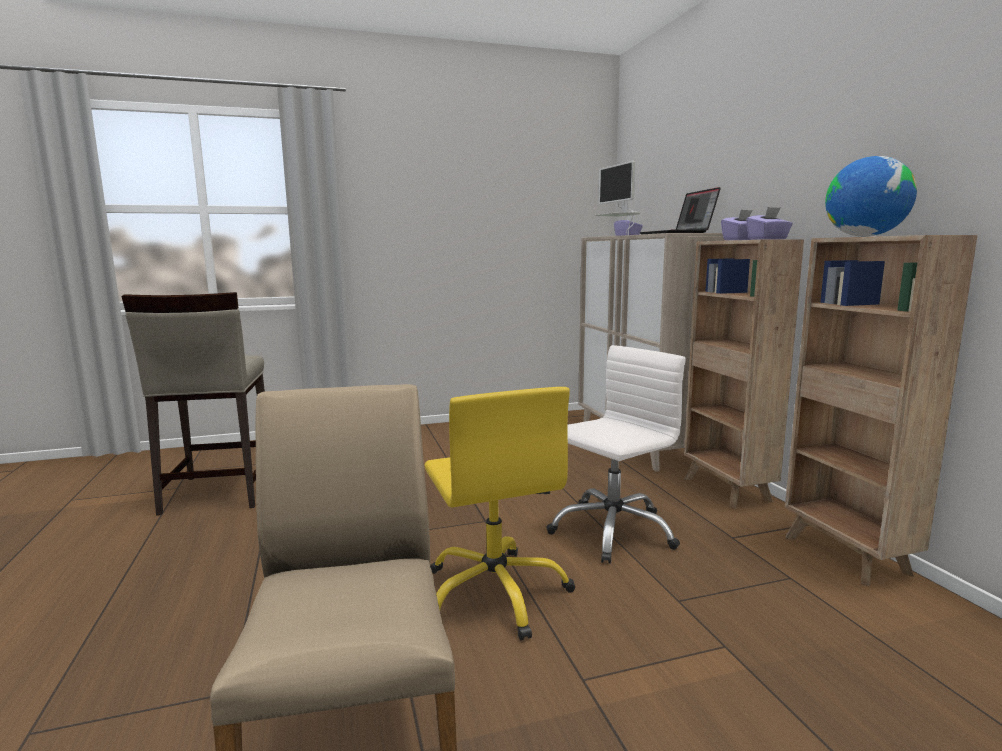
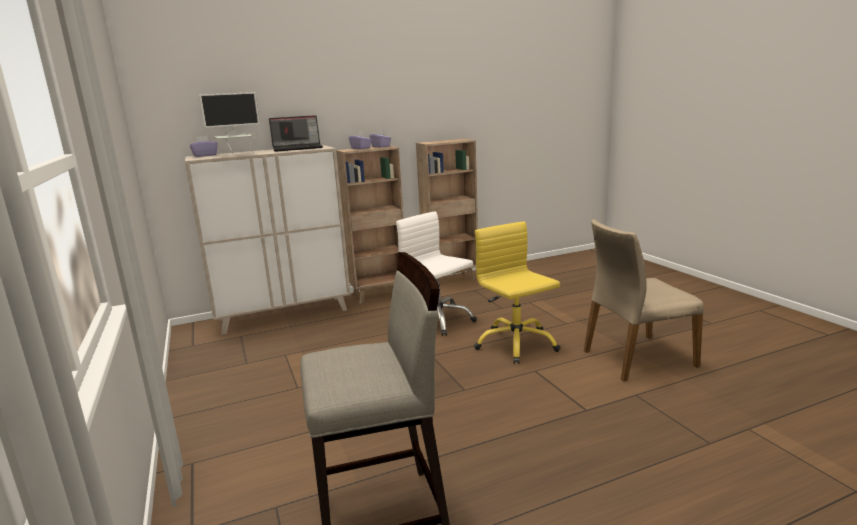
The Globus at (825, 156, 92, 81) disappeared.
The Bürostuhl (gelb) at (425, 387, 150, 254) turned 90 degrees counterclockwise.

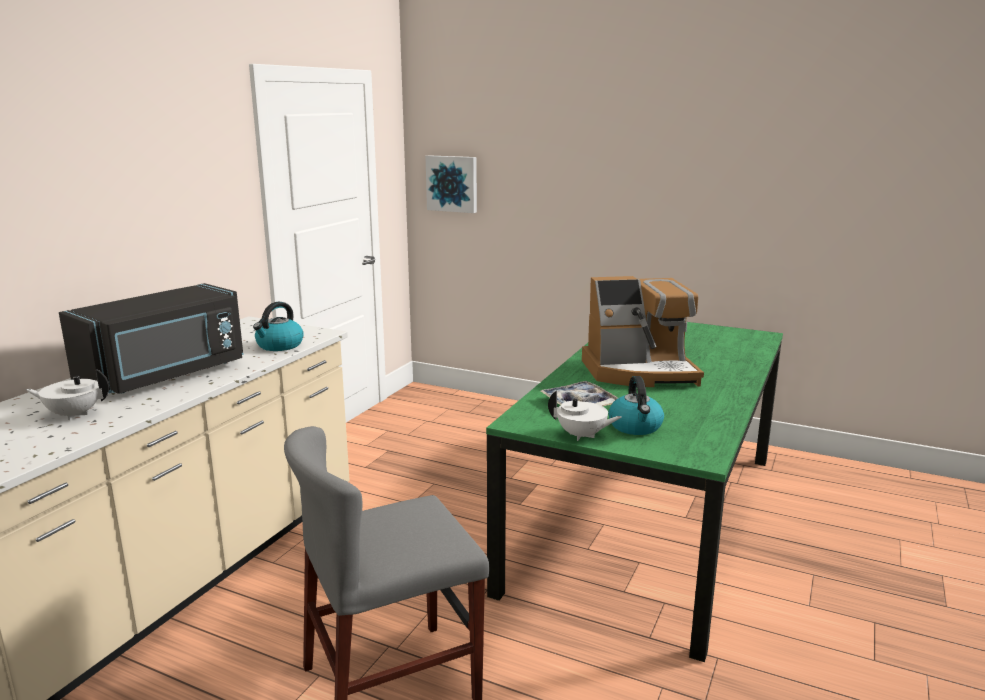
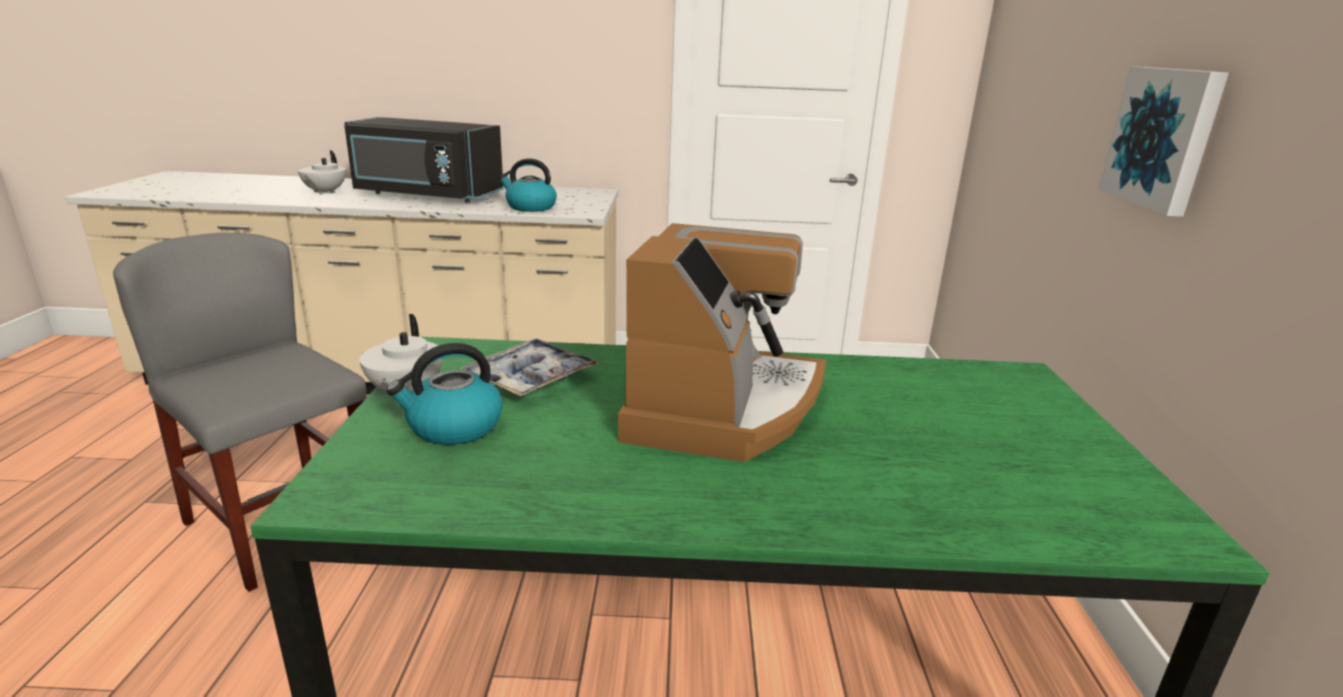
The Bild moved from (425, 155, 52, 58) to (1098, 67, 131, 150).
The Kaffeemaschine at (582, 276, 122, 111) turned 135 degrees counterclockwise.
The Teekanne (weiß) at (26, 369, 83, 51) turned 150 degrees counterclockwise.

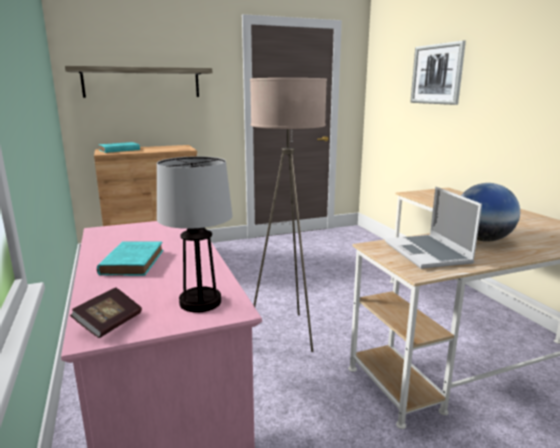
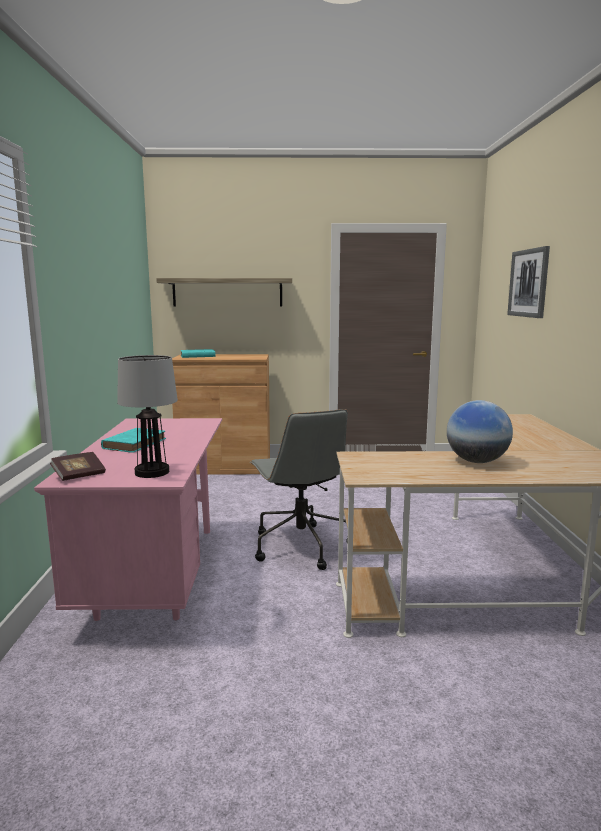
The Stehlampe (beige) at (250, 78, 77, 274) was replaced by the Bürostuhl (grau) at (250, 409, 98, 161).
The Laptop at (385, 186, 97, 83) disappeared.

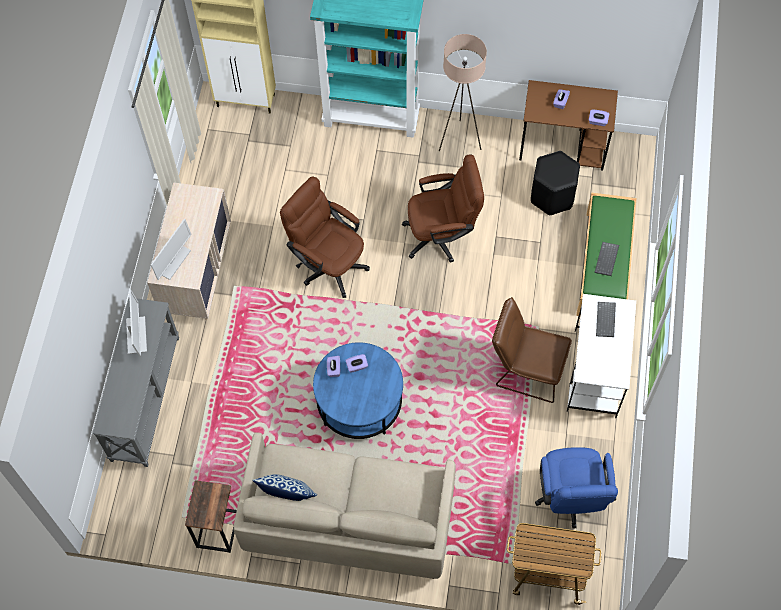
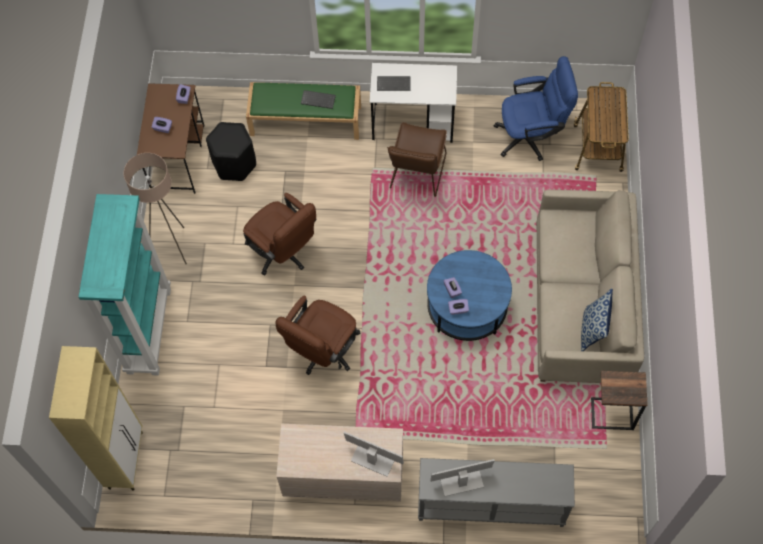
The Bürostuhl (braun) at (402, 154, 82, 109) turned 150 degrees clockwise.

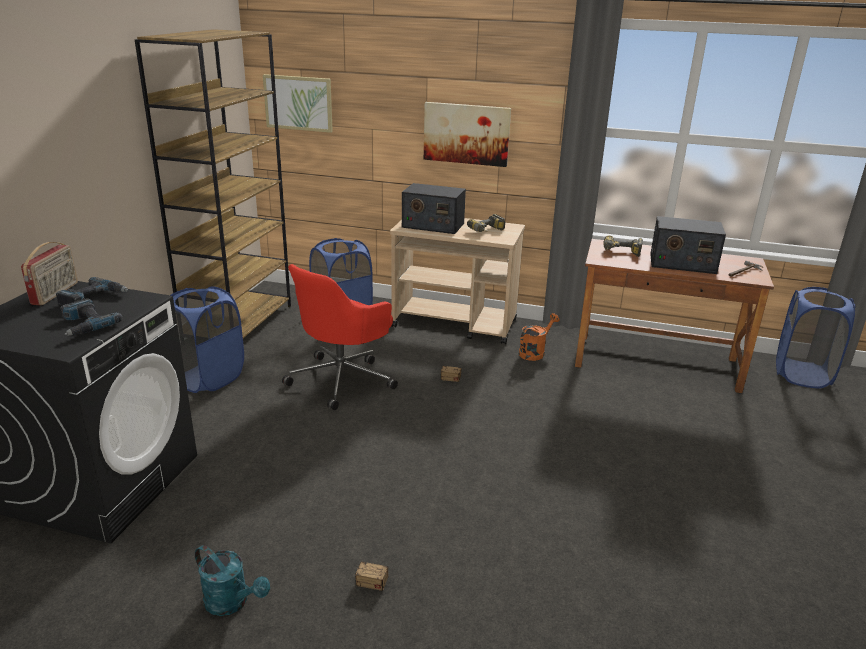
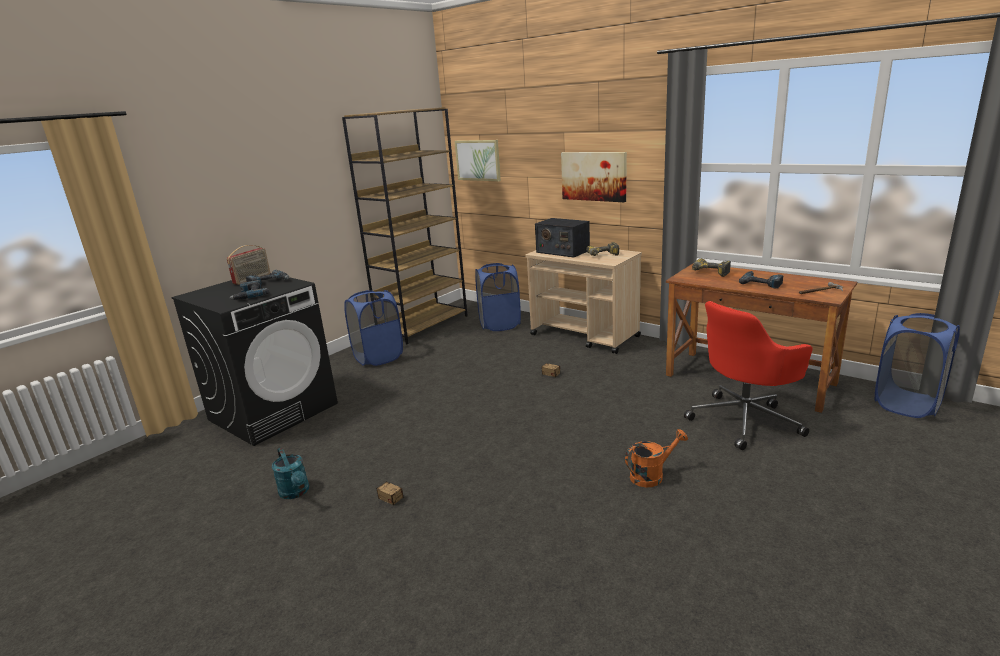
The Radio at (650, 216, 76, 58) was replaced by the Bohrmaschine at (739, 271, 44, 18).
The Bürostuhl (rot) moved from (282, 264, 116, 146) to (684, 301, 129, 149).
The Gießkanne (orange) moved from (519, 313, 41, 48) to (625, 429, 63, 58).

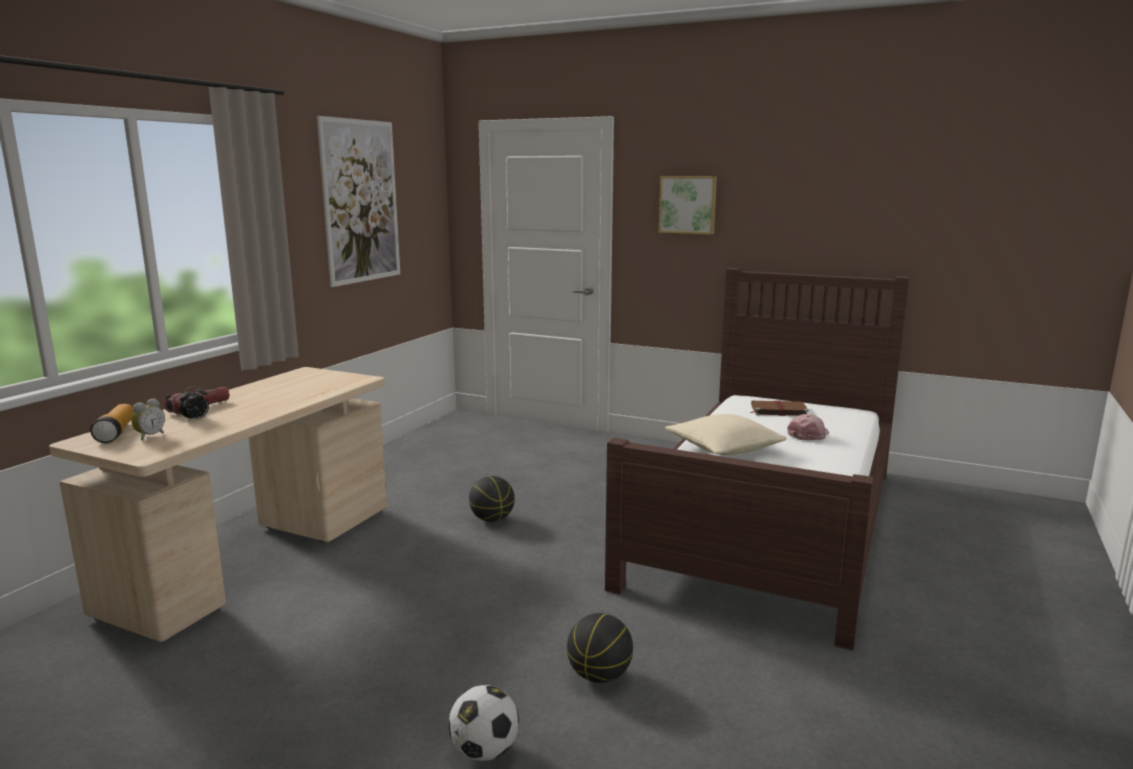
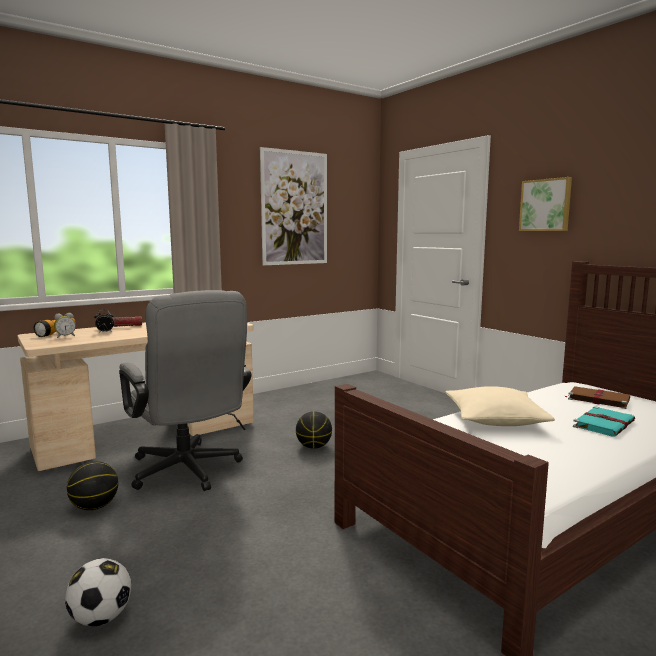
The Kappe (rosa) at (787, 414, 42, 26) was replaced by the Buch (türkis) at (573, 406, 62, 30).
The Basketball moved from (567, 613, 66, 70) to (67, 461, 51, 49).
The Bürostuhl (grau) at (119, 290, 132, 201) appeared.

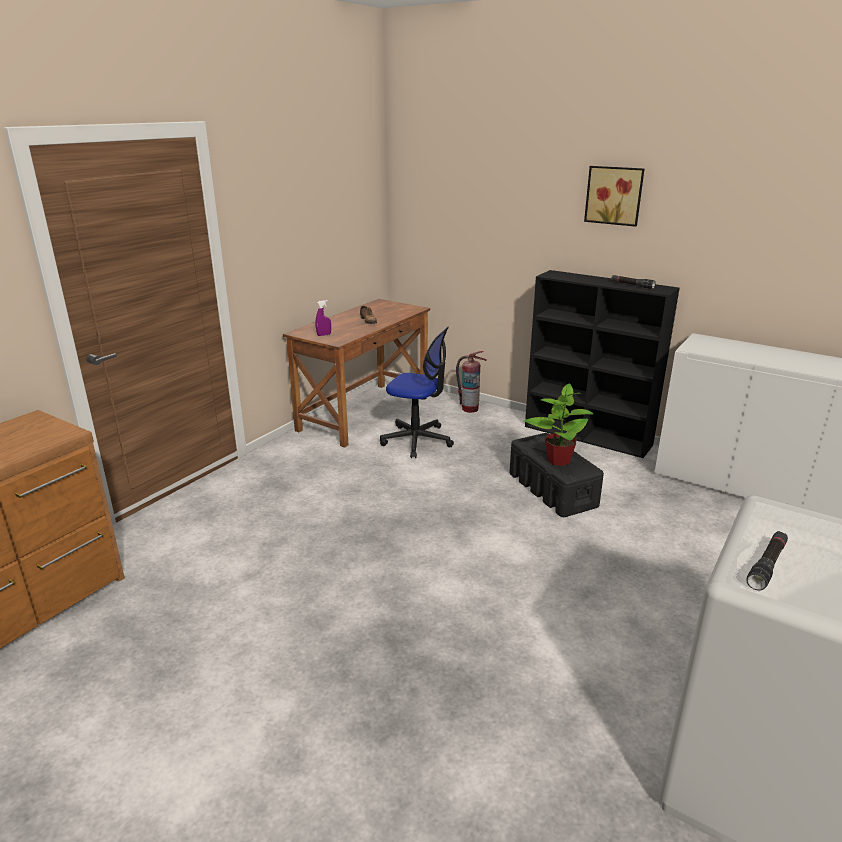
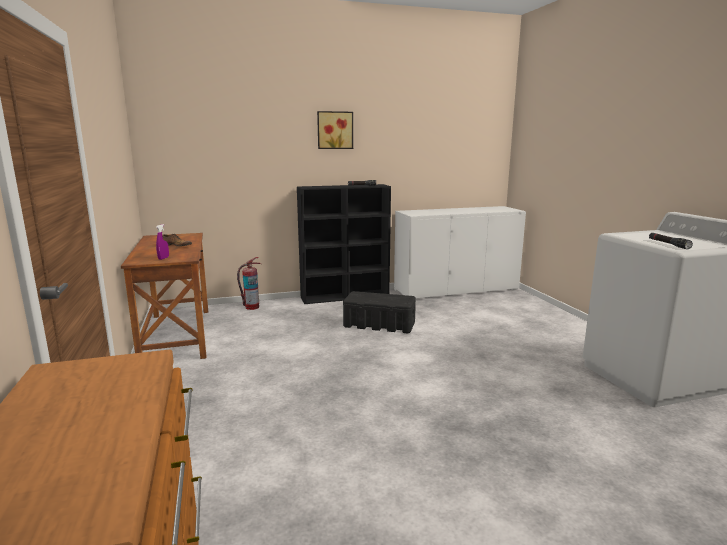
The Bürostuhl at (380, 327, 74, 131) disappeared.
The Topfpflanze at (524, 383, 70, 83) disappeared.

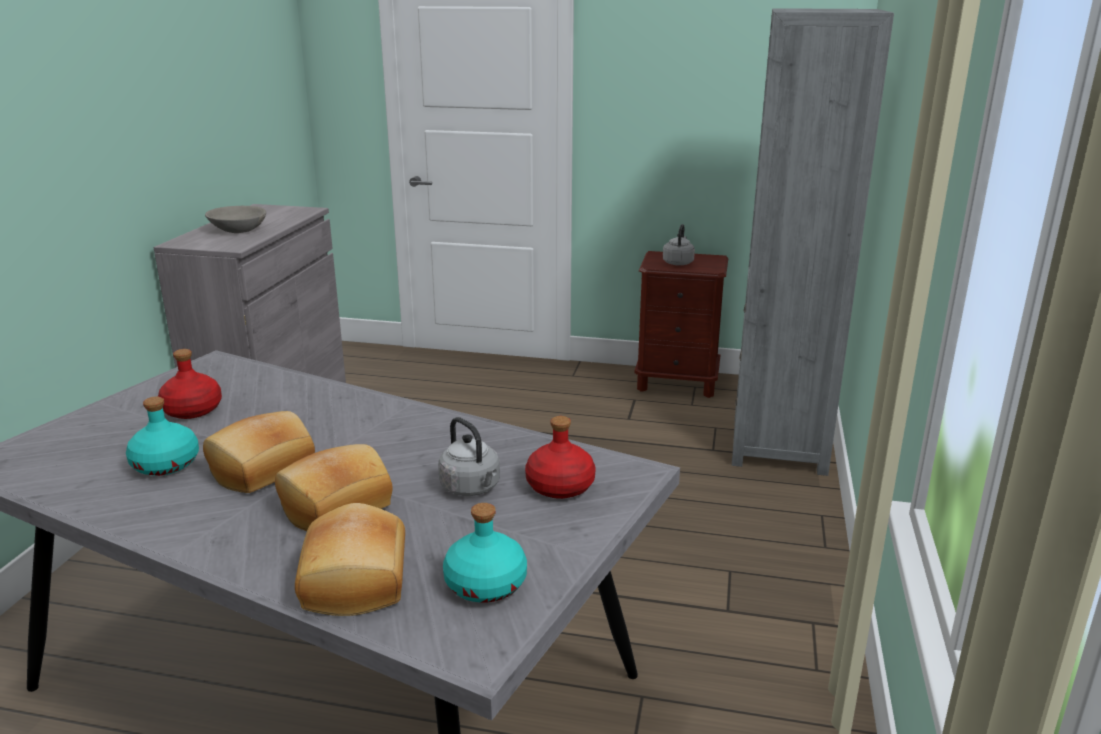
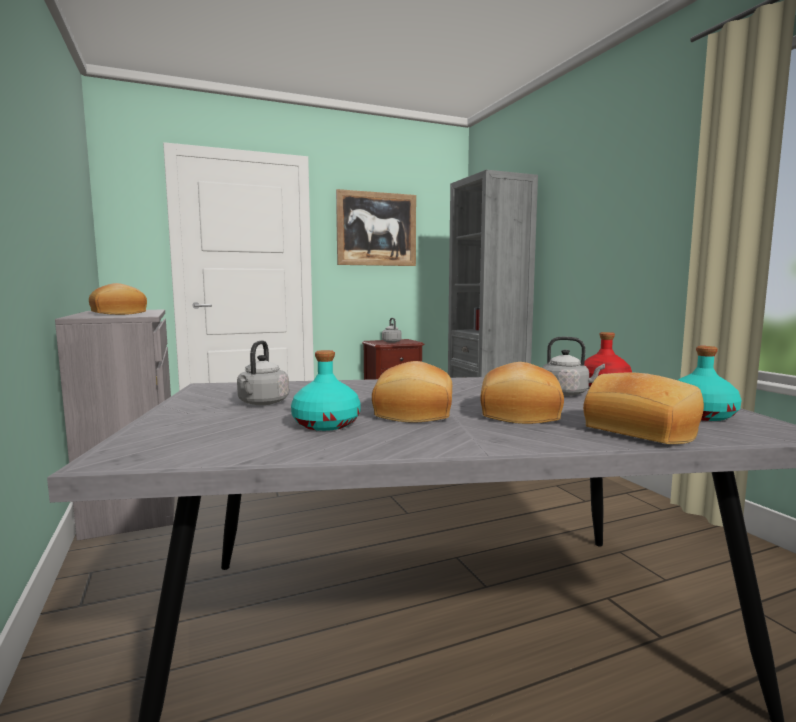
The Schüssel (grau) at (205, 206, 61, 27) was replaced by the Brot at (89, 283, 58, 32).
The Flasche (rot) at (158, 349, 64, 70) was replaced by the Wasserkessel (grau) at (237, 340, 52, 65).
The Bild at (336, 189, 80, 77) appeared.

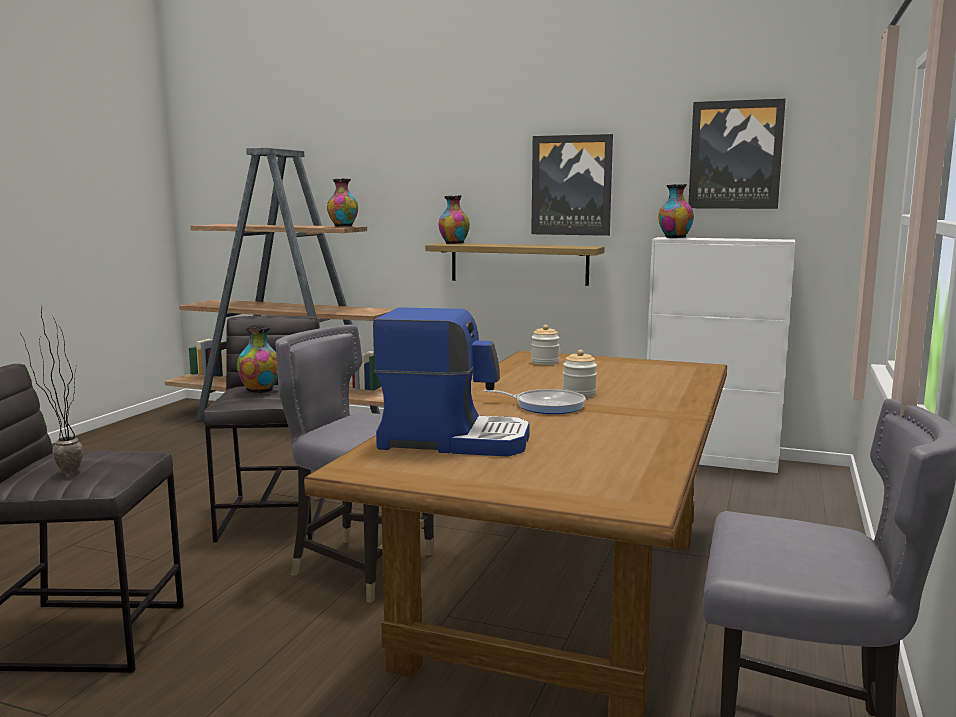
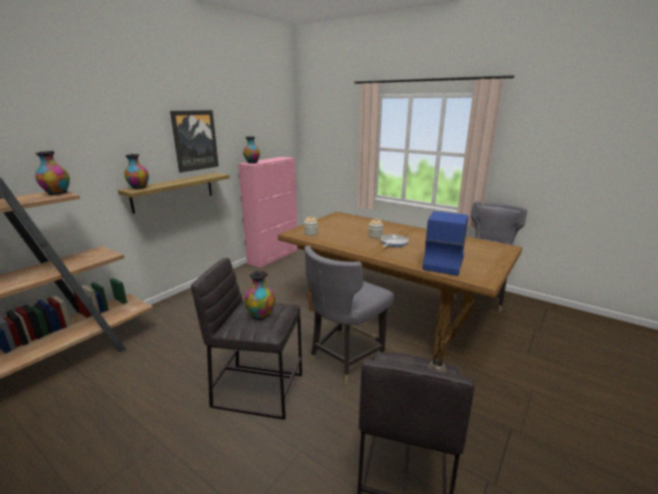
The Bild at (688, 99, 98, 110) disappeared.
The Schrank (weiß) at (647, 237, 148, 236) became the Schrank (rosa) at (238, 157, 60, 111).

